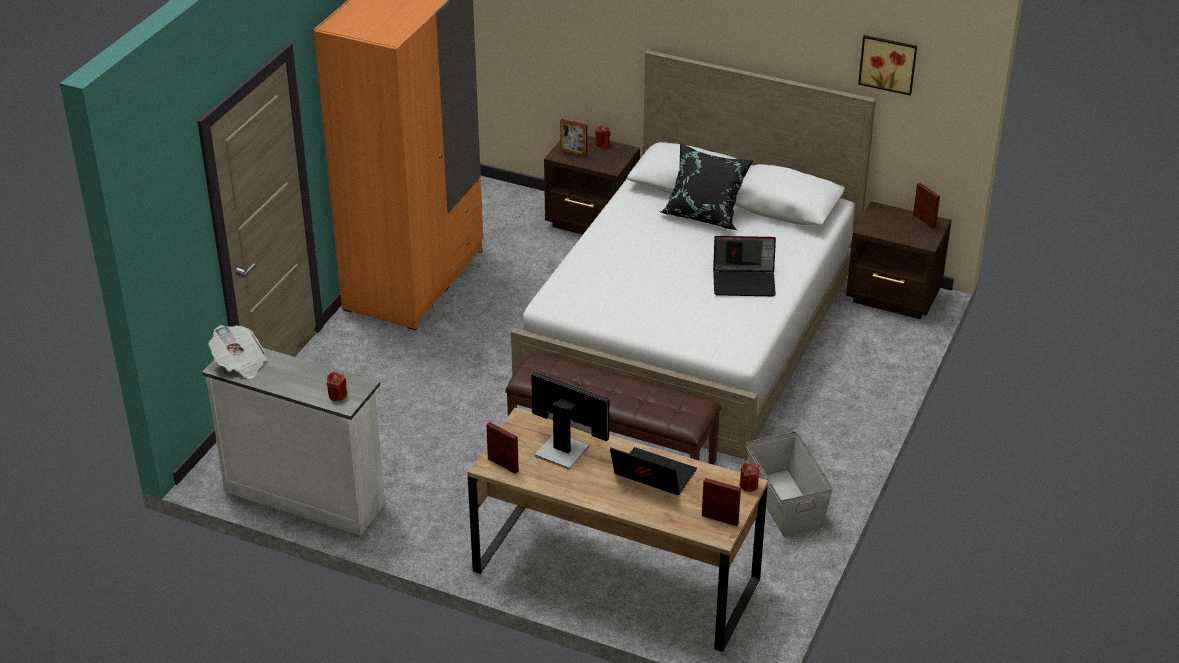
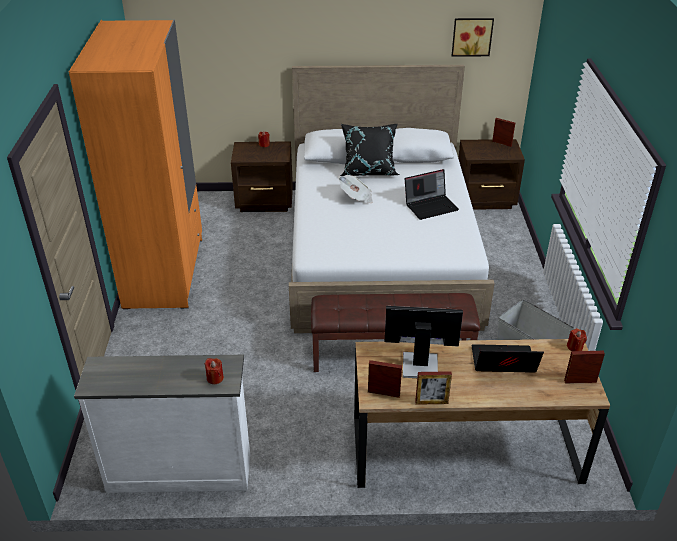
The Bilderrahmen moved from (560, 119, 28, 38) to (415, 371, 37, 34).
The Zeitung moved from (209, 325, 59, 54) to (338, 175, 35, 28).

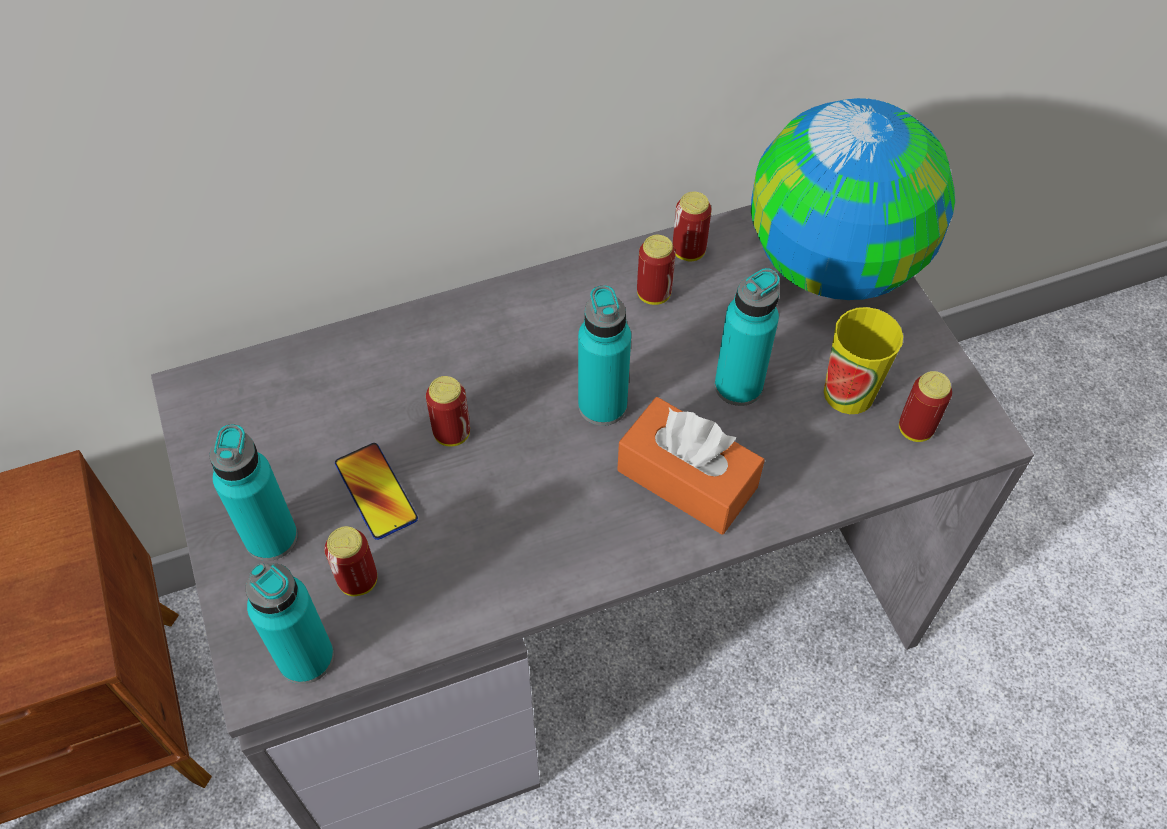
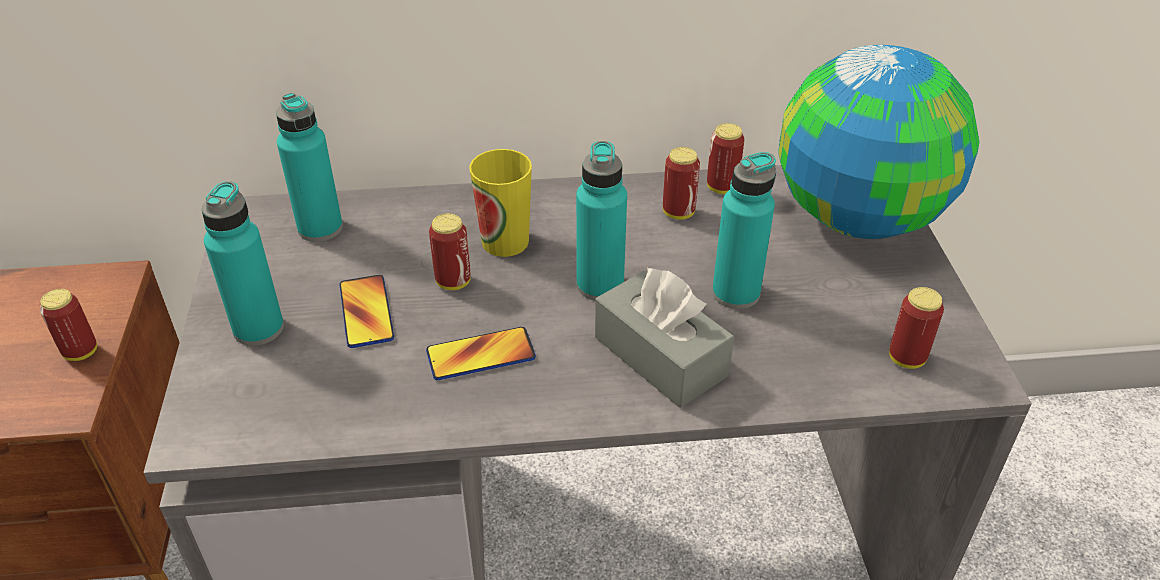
The Tasse moved from (824, 307, 79, 107) to (469, 149, 63, 108).
The Taschentuchbox (orange) at (617, 397, 148, 137) became the Taschentuchbox (grau) at (595, 267, 139, 141).
The Dose moved from (324, 526, 53, 70) to (40, 289, 57, 72).
The Flasche (türkis) moved from (245, 563, 89, 121) to (276, 93, 67, 149).
The Handy at (426, 327, 110, 53) appeared.

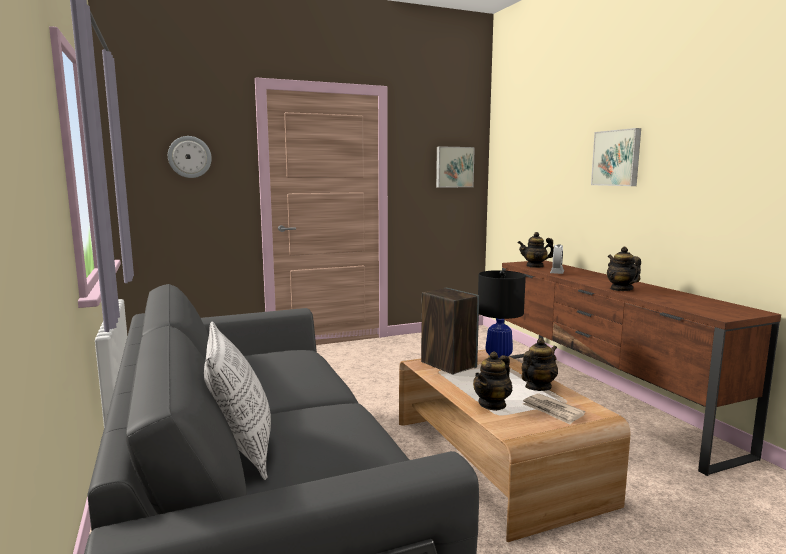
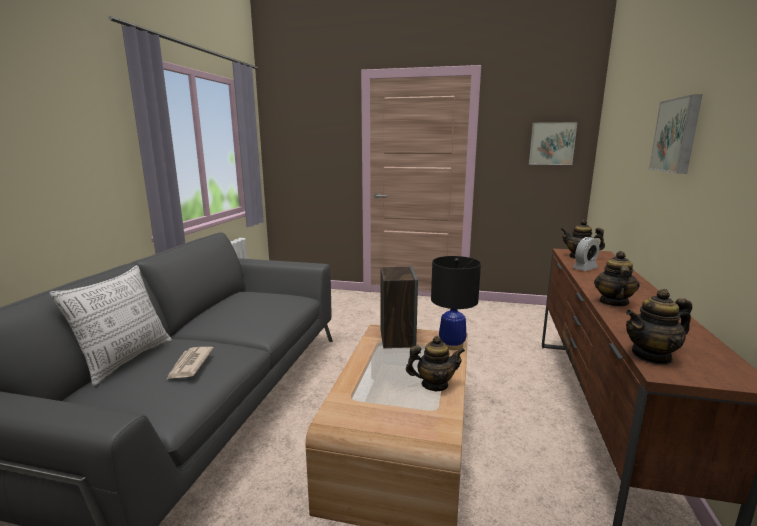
The Wanduhr at (168, 136, 44, 42) disappeared.
The Teekanne moved from (473, 351, 39, 60) to (626, 289, 66, 76).
The Zeitung moved from (523, 393, 62, 32) to (166, 347, 48, 33).

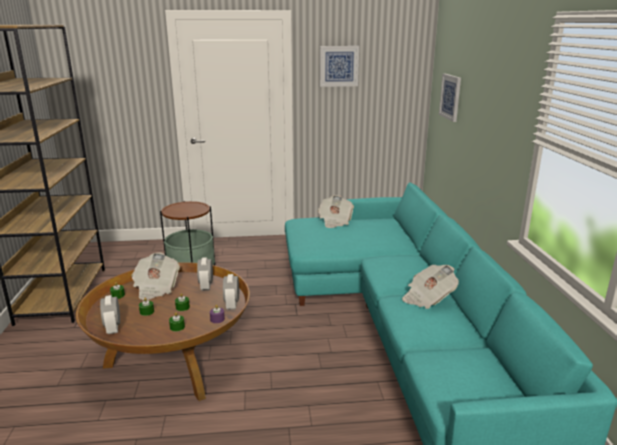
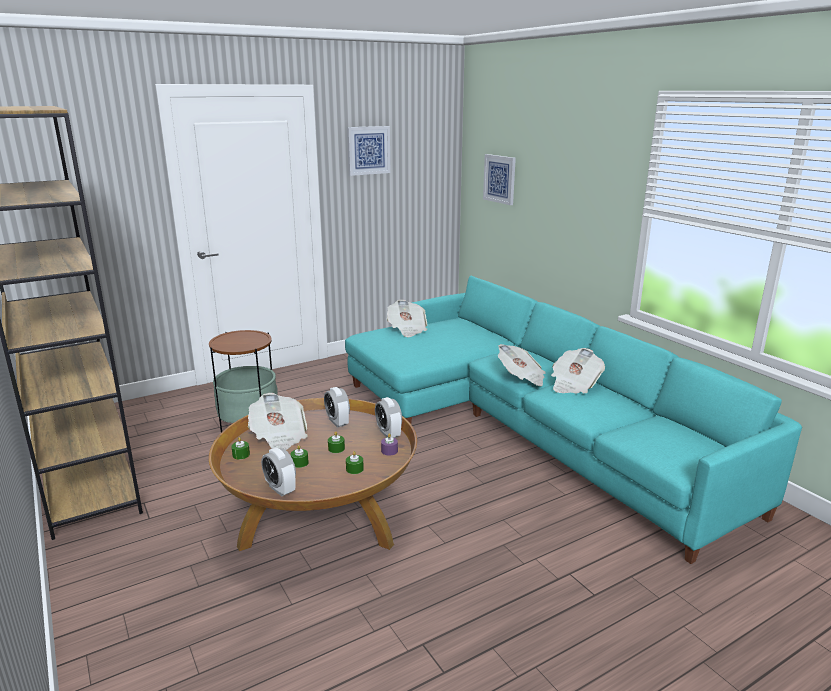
The Zeitung at (498, 344, 48, 42) appeared.

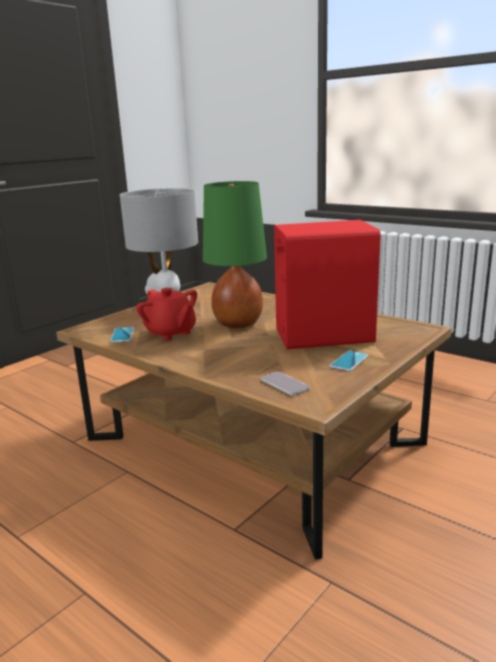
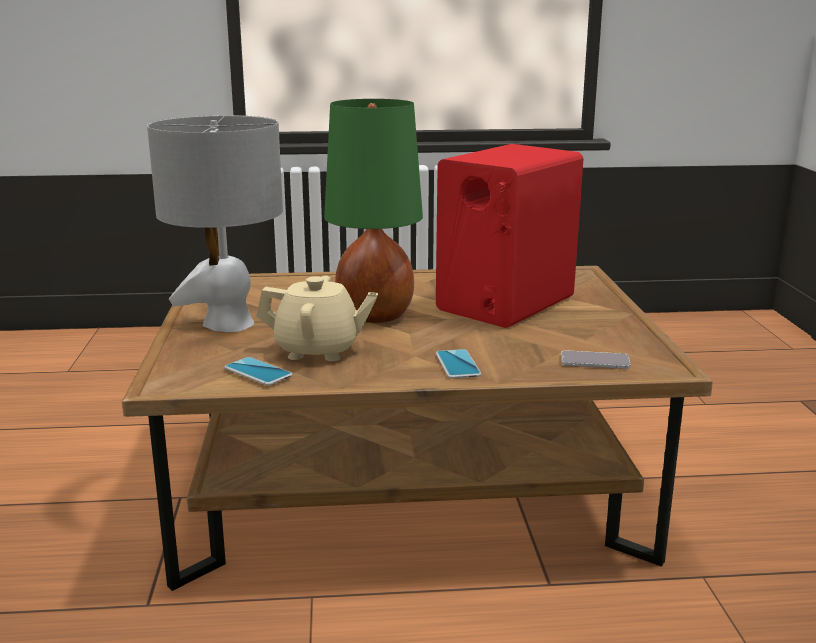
The Teekanne (rot) at (136, 288, 61, 53) became the Teekanne (beige) at (256, 276, 122, 85).
The Handy moved from (330, 351, 39, 20) to (436, 349, 46, 30).

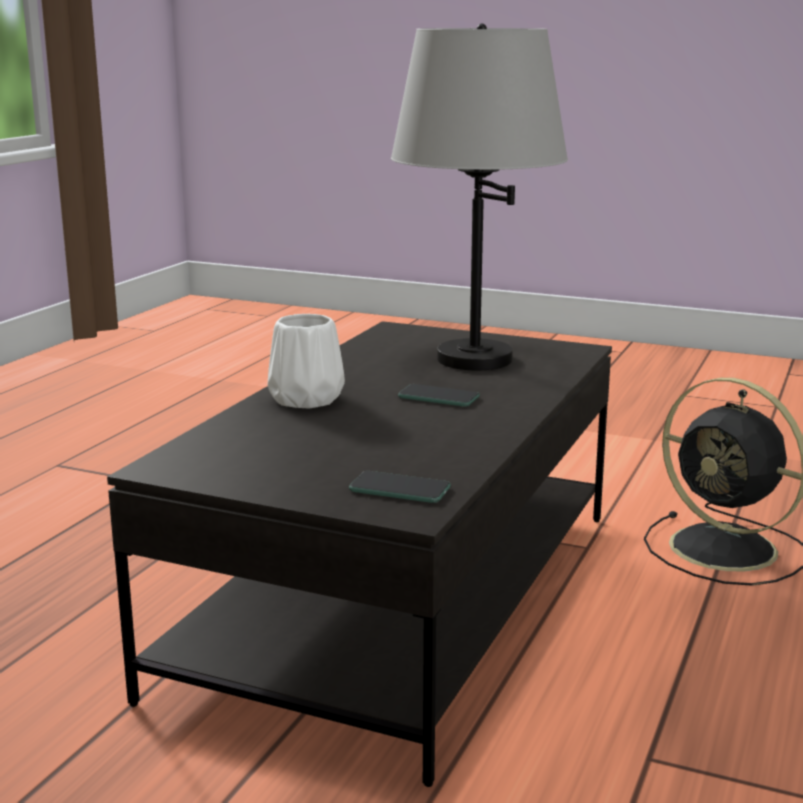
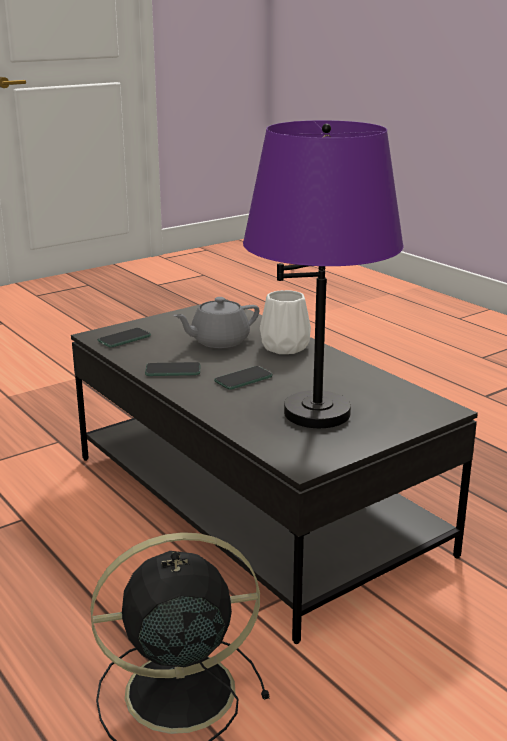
The Tischlampe (grau) at (391, 24, 177, 347) became the Tischlampe (lila) at (243, 120, 161, 308).
The Teekanne (grau) at (173, 297, 87, 51) appeared.
The Handy at (145, 362, 55, 14) appeared.

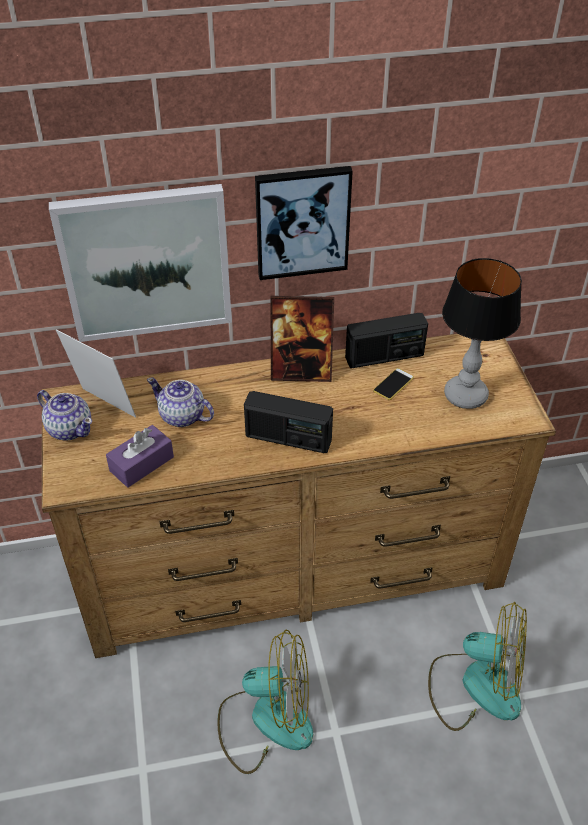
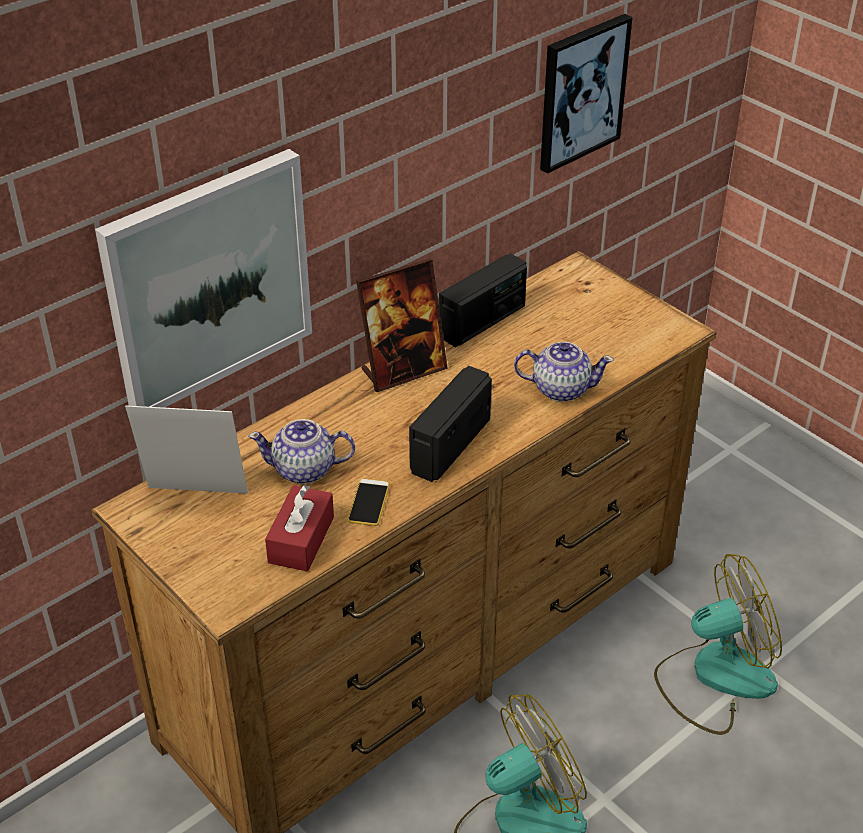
The Bild moved from (255, 166, 98, 114) to (540, 14, 92, 160).
The Tischlampe at (442, 258, 80, 151) disappeared.
The Handy moved from (373, 368, 41, 32) to (348, 479, 42, 47).
The Teekanne moved from (37, 390, 55, 51) to (514, 342, 100, 60).
The Radio at (244, 391, 89, 62) turned 135 degrees clockwise.
The Taschentuchbox (lila) at (106, 425, 68, 63) became the Taschentuchbox (rot) at (265, 485, 69, 87).

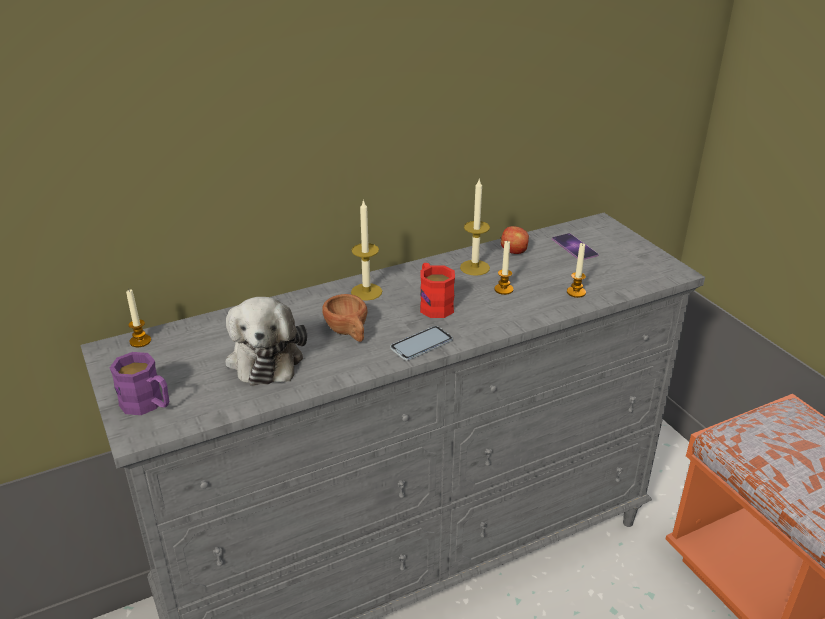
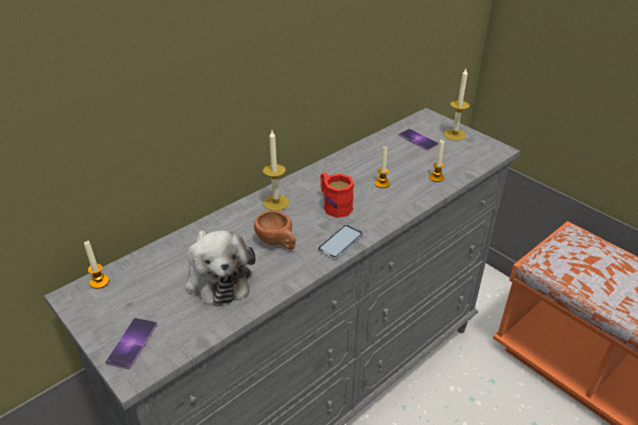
The Kerze moved from (460, 179, 30, 97) to (444, 69, 26, 72).
The Apfel at (501, 226, 28, 28) disappeared.
The Henkelbecher (lila) at (110, 352, 59, 63) was replaced by the Handy at (105, 318, 52, 52).

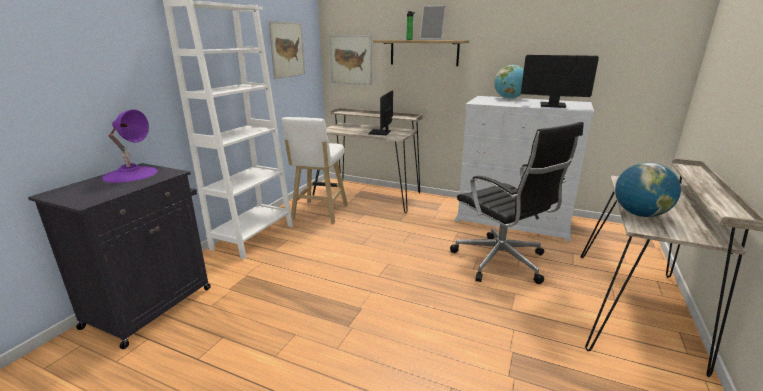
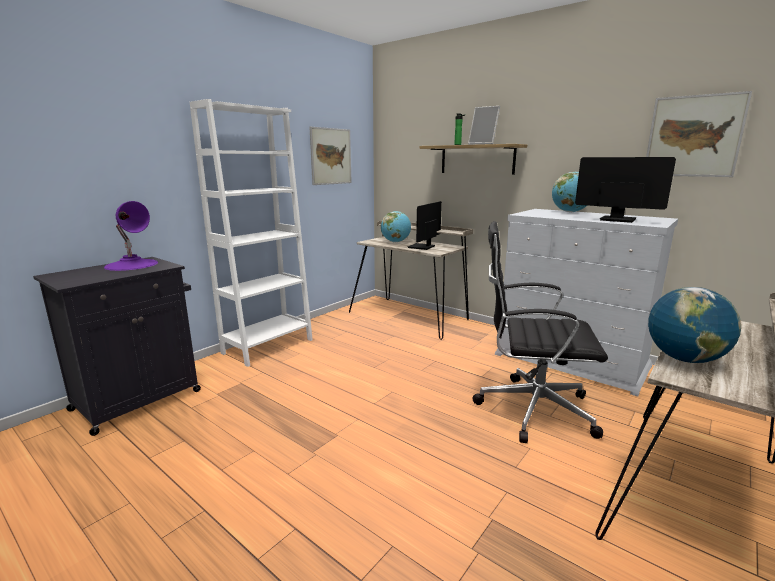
The Bild moved from (329, 35, 43, 50) to (646, 91, 106, 86).
The Hocker (weiß) at (282, 117, 66, 107) disappeared.
The Bürostuhl (schwarz) at (450, 122, 134, 162) turned 120 degrees clockwise.
The Globus at (381, 211, 30, 31) appeared.

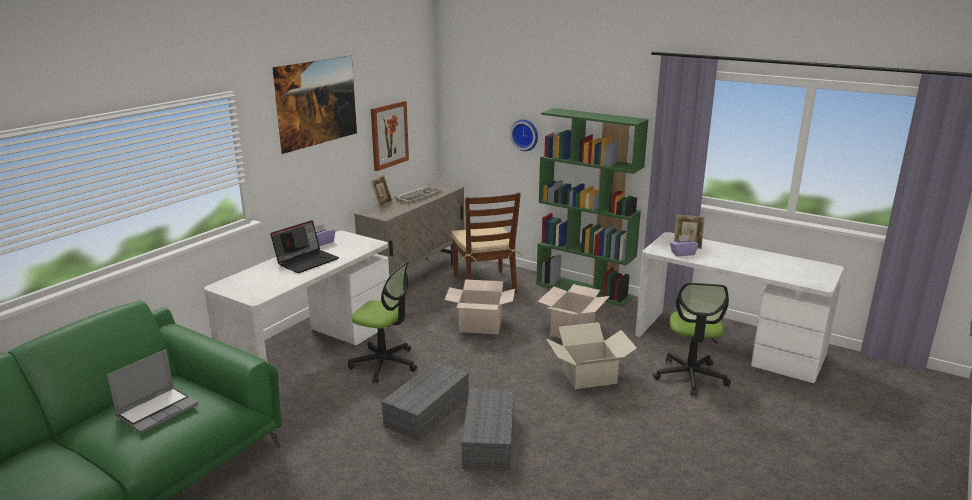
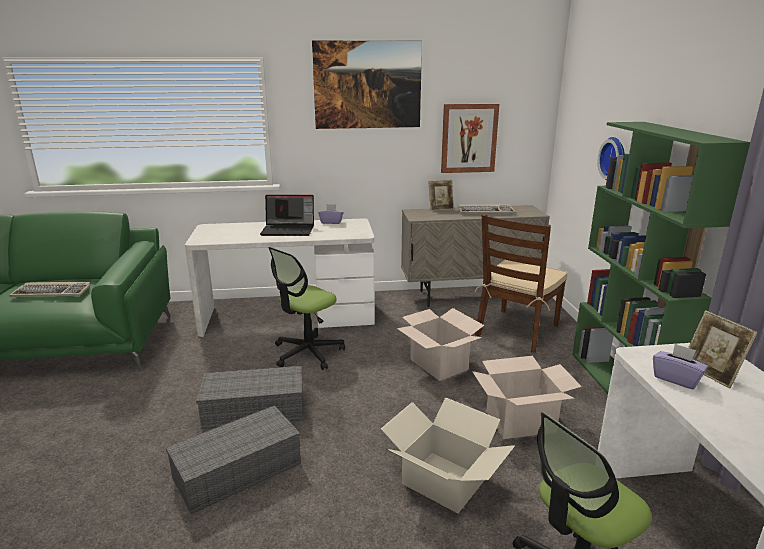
The Bürostuhl at (348, 261, 69, 122) turned 60 degrees clockwise.
The Laptop at (107, 349, 91, 84) was replaced by the Tastatur at (9, 282, 82, 15).

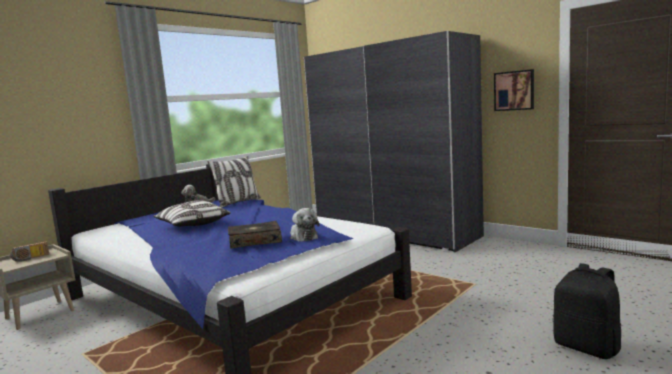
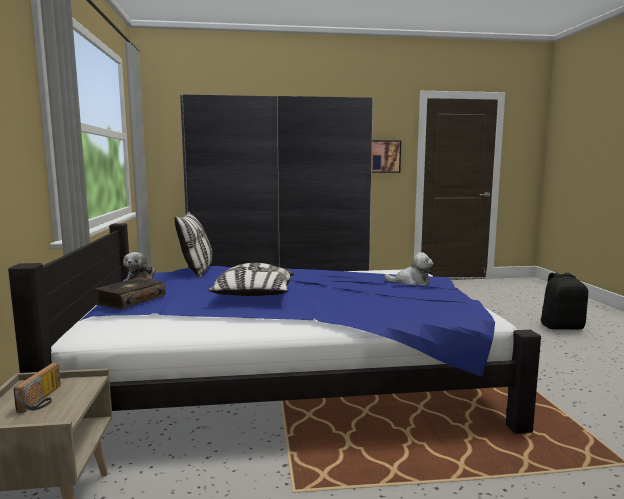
The Buch moved from (228, 221, 54, 27) to (95, 277, 71, 33).

